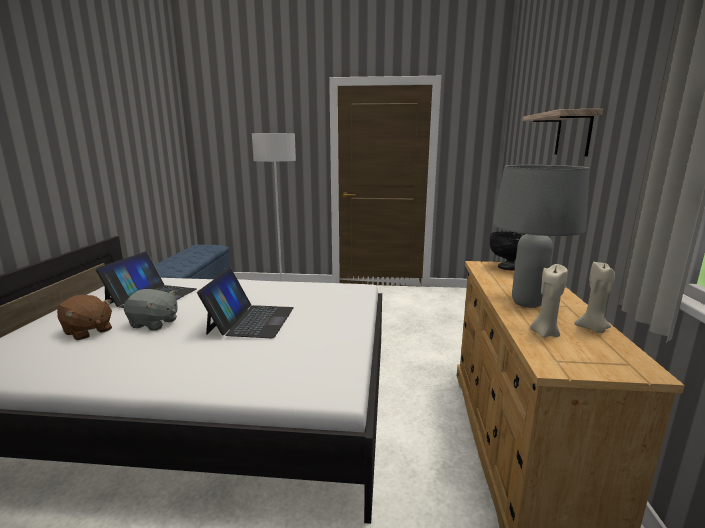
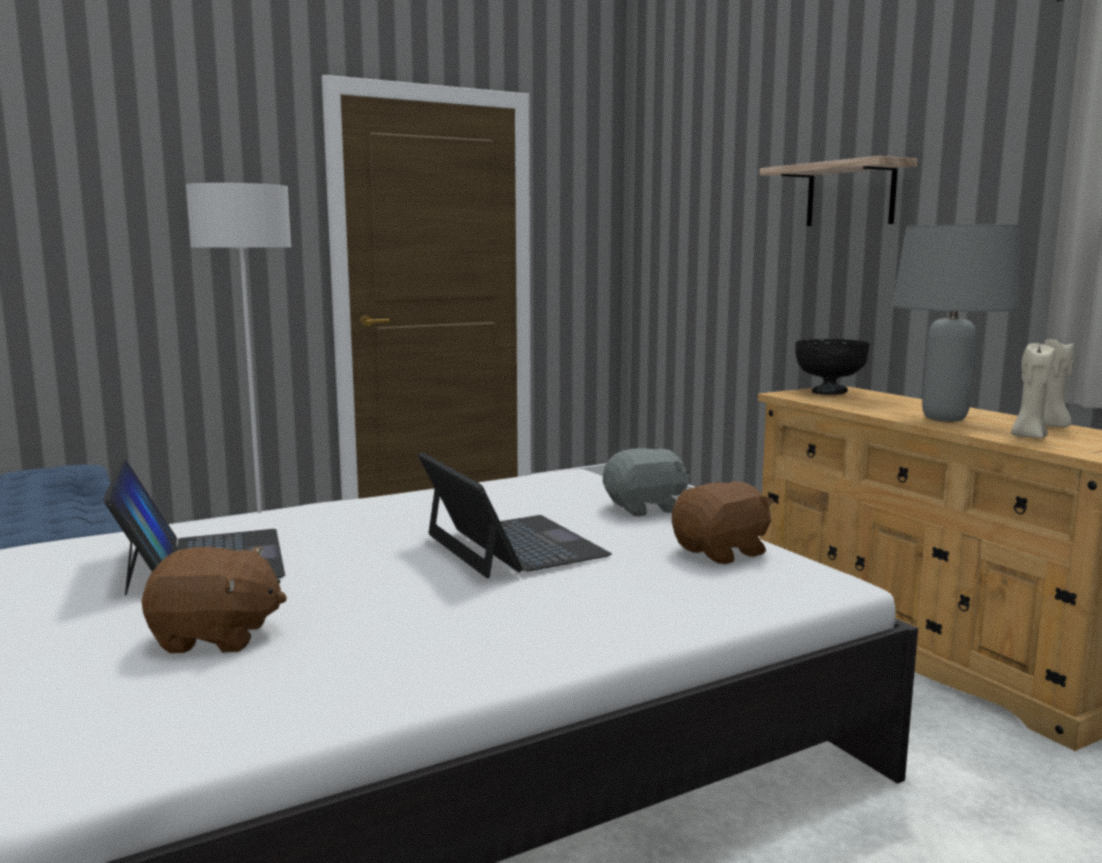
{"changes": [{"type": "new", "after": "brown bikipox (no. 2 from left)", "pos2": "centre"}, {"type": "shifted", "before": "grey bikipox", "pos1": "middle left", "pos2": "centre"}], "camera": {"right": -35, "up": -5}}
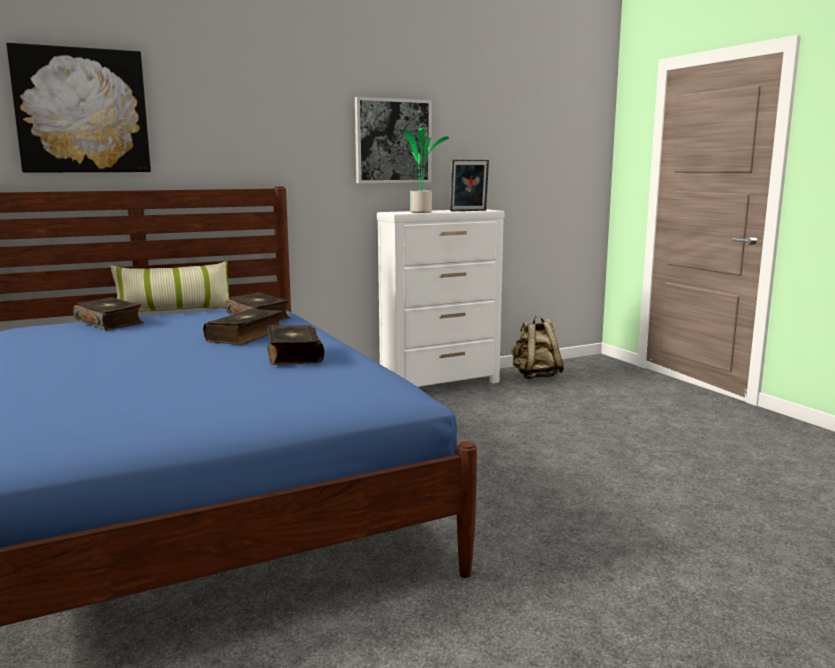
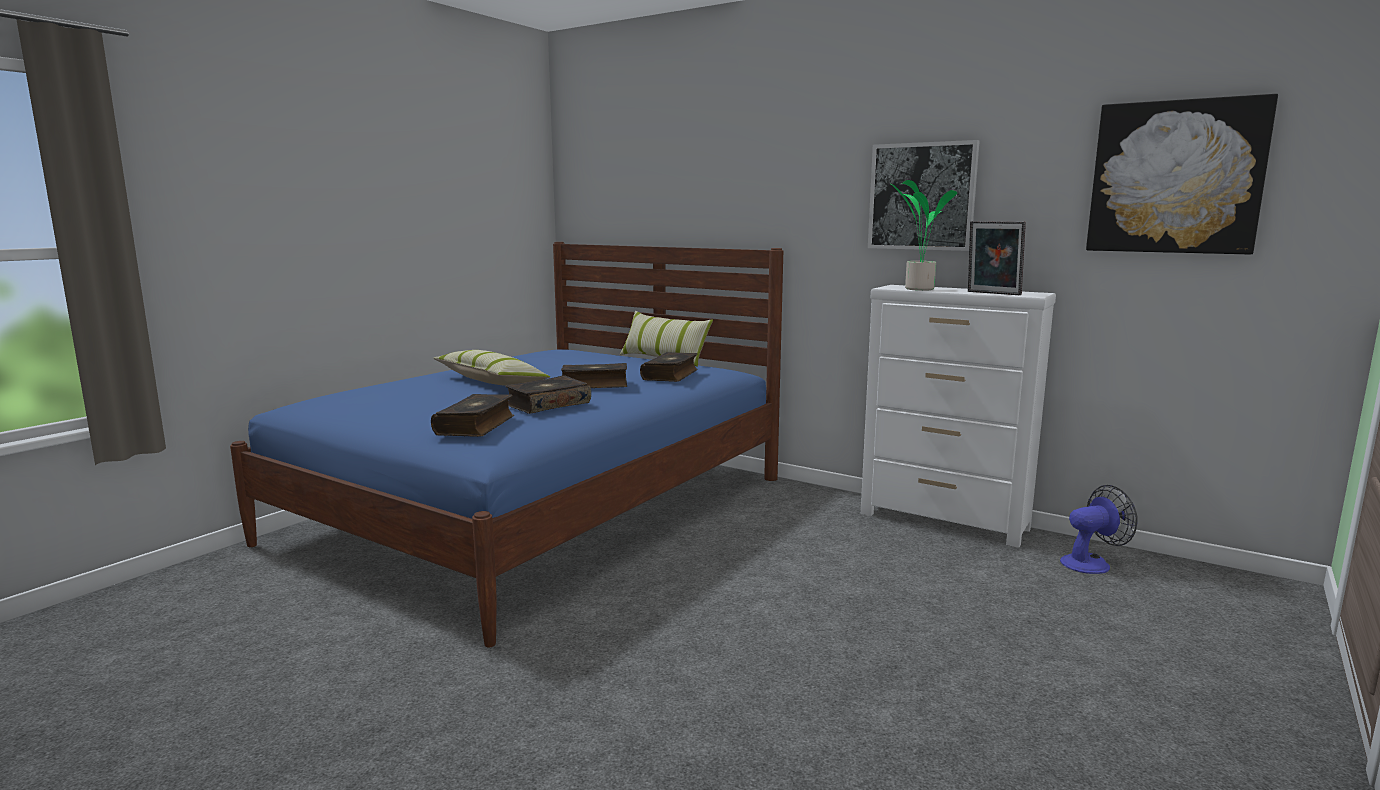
{"changes": [{"type": "new", "after": "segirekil (no. 1 from left)", "pos2": "centre"}, {"type": "shifted", "before": "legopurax (no. 1 from left in the first image)", "after": "legopurax (no. 2 from left)", "pos1": "top left", "pos2": "top right"}, {"type": "shifted", "before": "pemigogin (no. 1 from left)", "pos1": "middle left", "pos2": "centre"}, {"type": "swapped", "before": "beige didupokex", "after": "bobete", "pos1": "centre", "pos2": "bottom right"}], "camera": {"right": 60, "up": 0}}
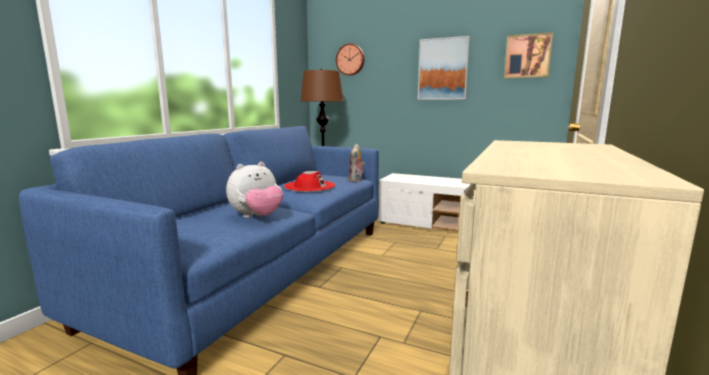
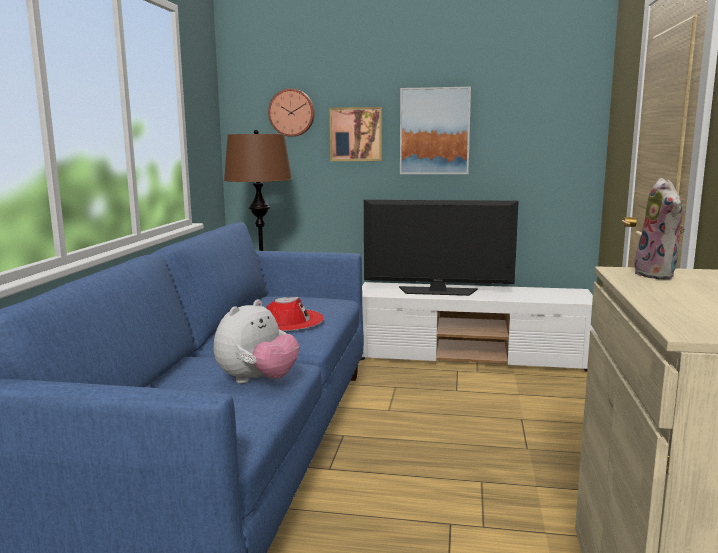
{"changes": [{"type": "new", "after": "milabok", "pos2": "centre"}, {"type": "shifted", "before": "bikipox (no. 2 from left)", "pos1": "centre", "pos2": "middle right"}, {"type": "shifted", "before": "legopurax (no. 2 from left in the first image)", "after": "legopurax (no. 1 from left)", "pos1": "top right", "pos2": "top centre"}], "camera": {"right": -15, "up": 0}}
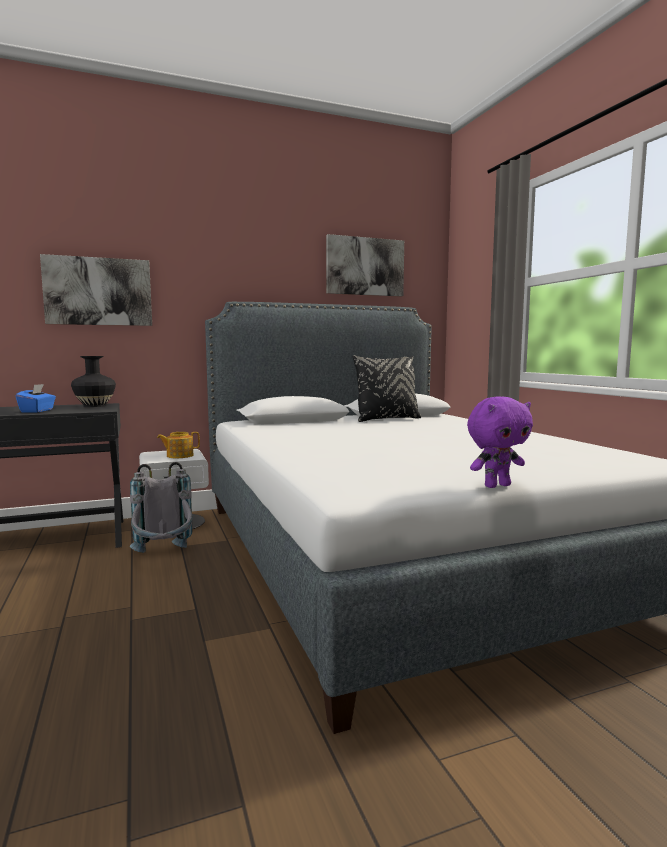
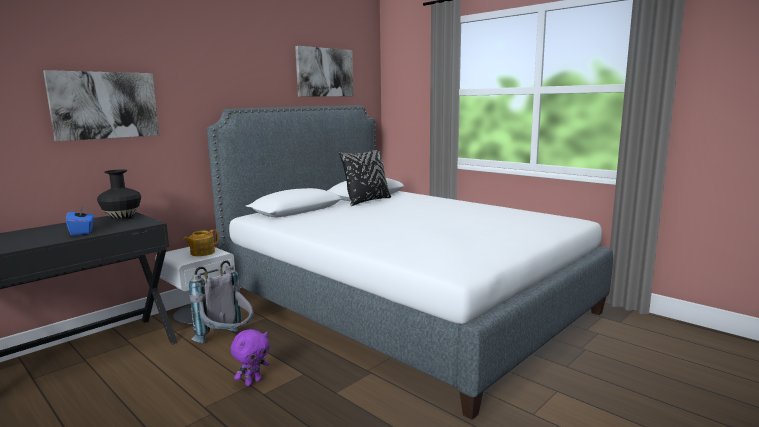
{"changes": [{"type": "shifted", "before": "purple bikipox", "pos1": "middle right", "pos2": "bottom left"}], "camera": {"right": -25, "up": 5}}
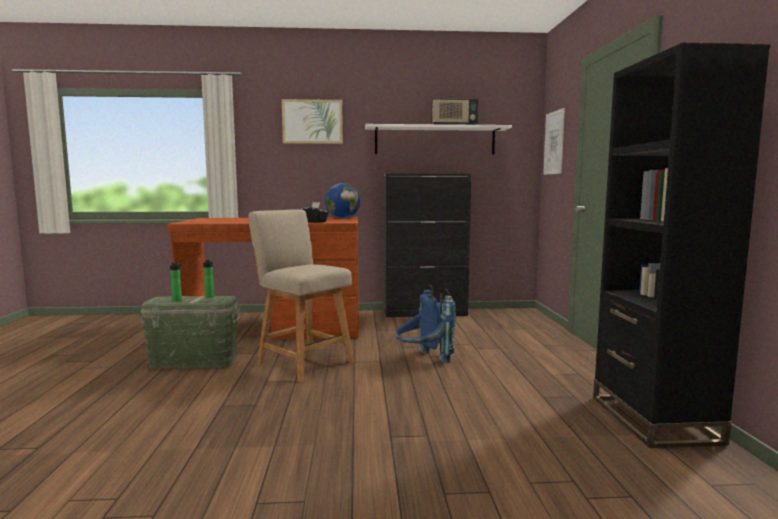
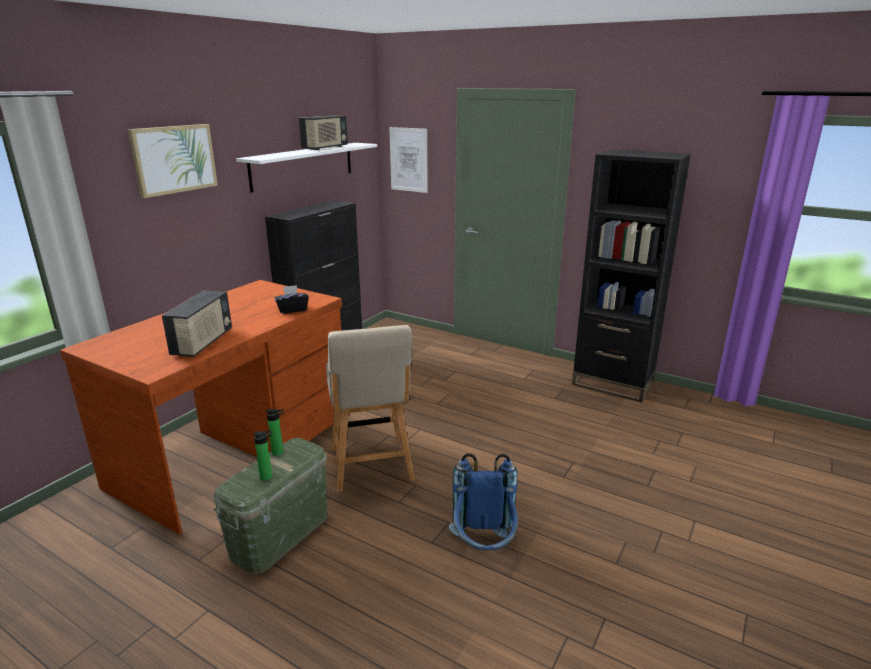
{"changes": [{"type": "gone", "before": "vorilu", "pos1": "centre"}, {"type": "new", "after": "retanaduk (no. 1 from left)", "pos2": "middle left"}, {"type": "shifted", "before": "blue didupokex", "pos1": "centre", "pos2": "bottom centre"}, {"type": "rotated", "before": "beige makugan", "pos1": "centre", "pos2": "centre", "turn": -90}], "camera": {"right": -55, "up": 15}}
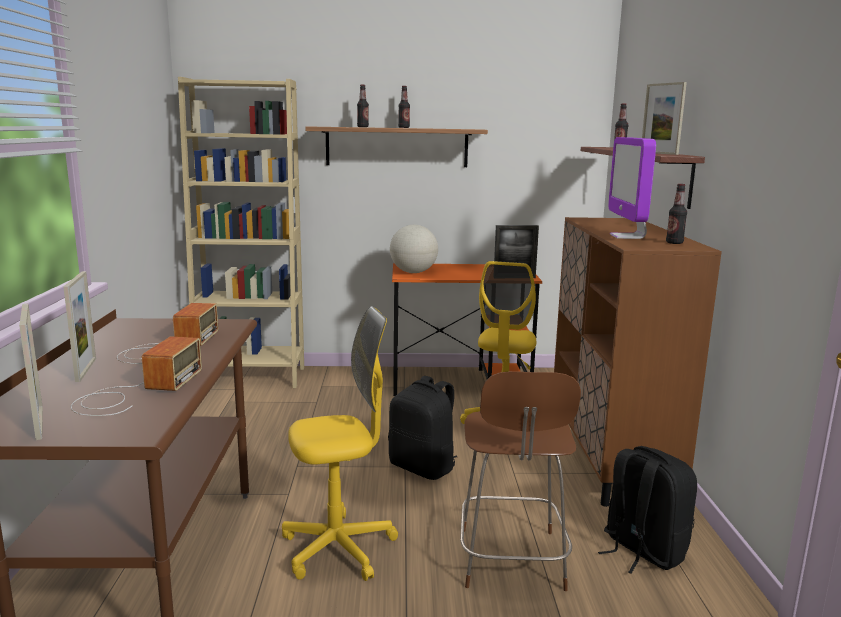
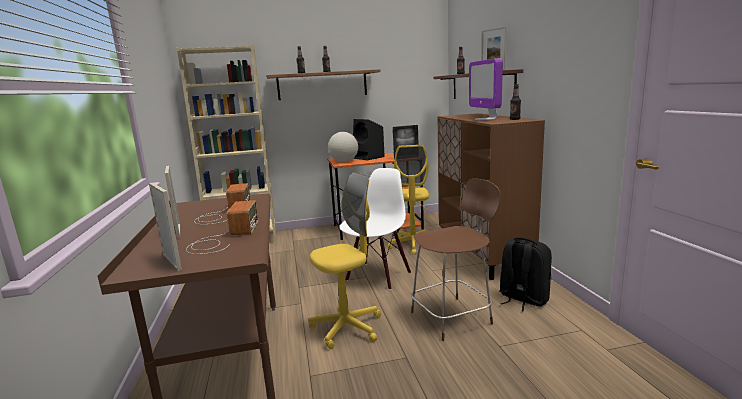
{"changes": [{"type": "new", "after": "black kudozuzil", "pos2": "centre"}, {"type": "swapped", "before": "black didupokex (no. 1 from left)", "after": "white makugan", "pos1": "bottom centre", "pos2": "centre"}, {"type": "rotated", "before": "brown makugan", "pos1": "bottom centre", "pos2": "centre", "turn": -105}], "camera": {"right": -10, "up": 0}}
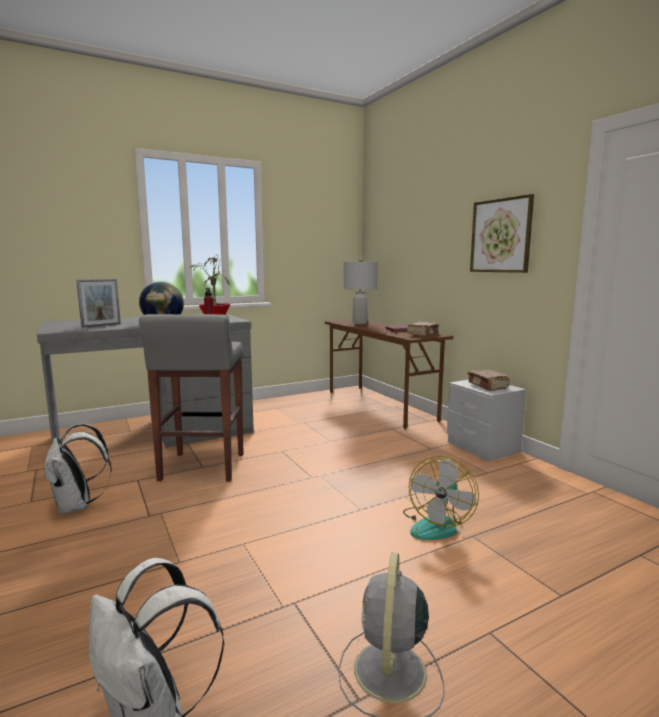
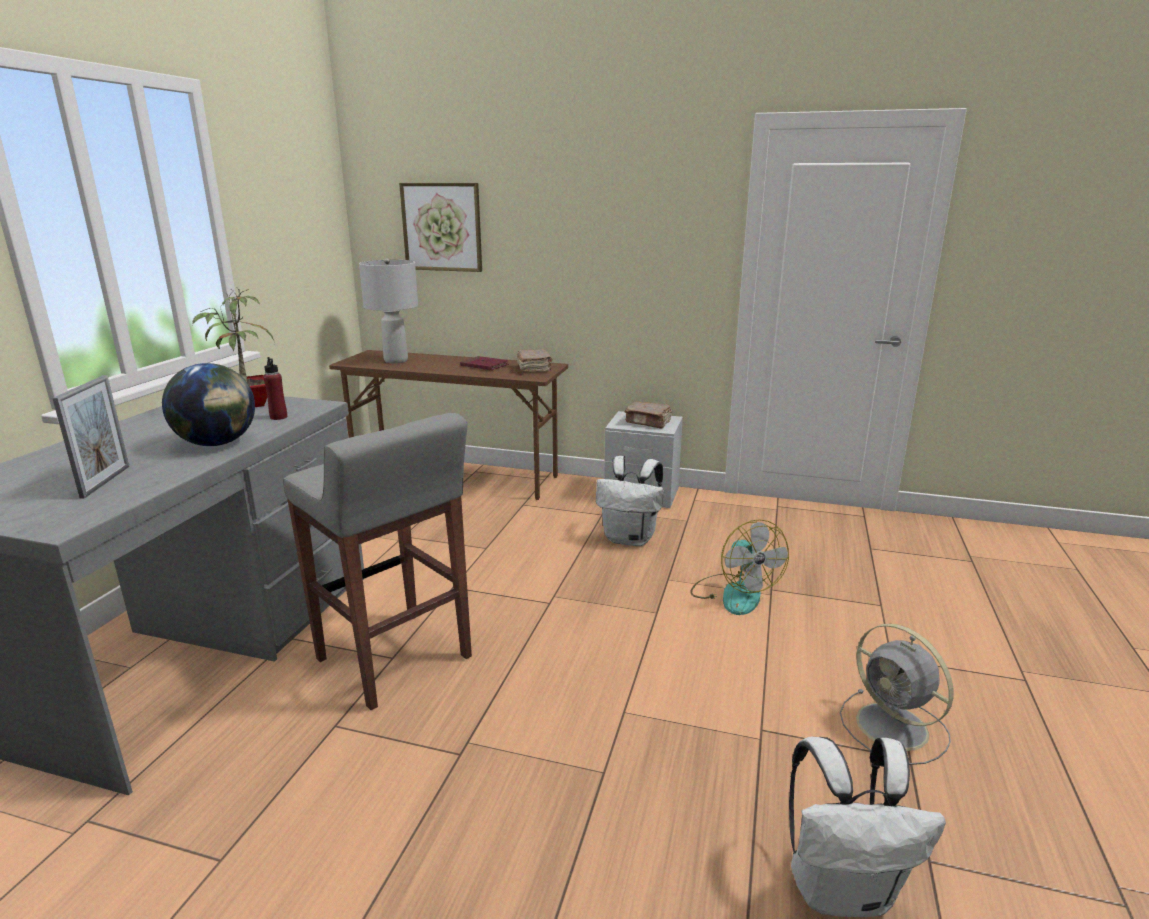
{"changes": [{"type": "shifted", "before": "white didupokex (no. 1 from left)", "pos1": "middle left", "pos2": "centre"}, {"type": "shifted", "before": "legopurax", "pos1": "top right", "pos2": "top centre"}], "camera": {"right": -45, "up": 10}}
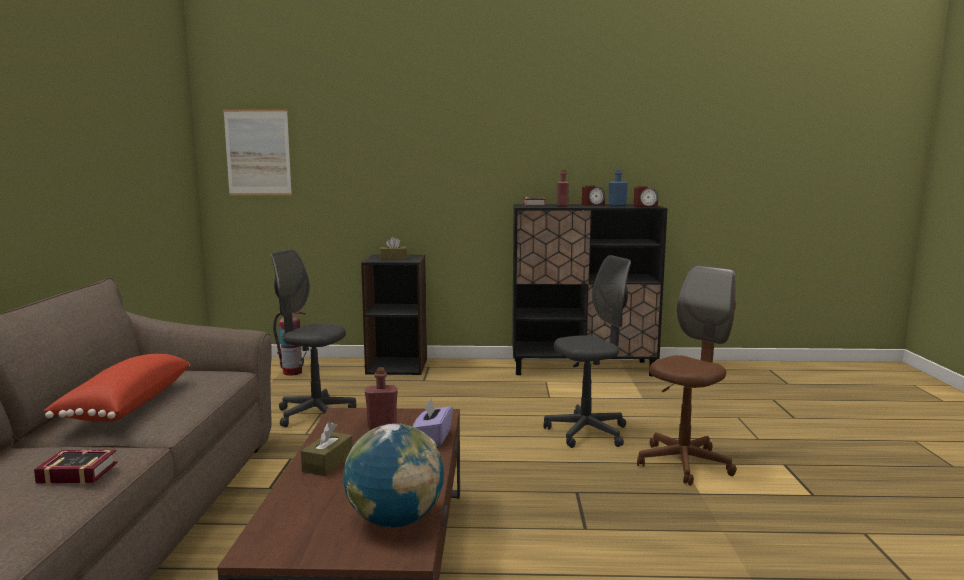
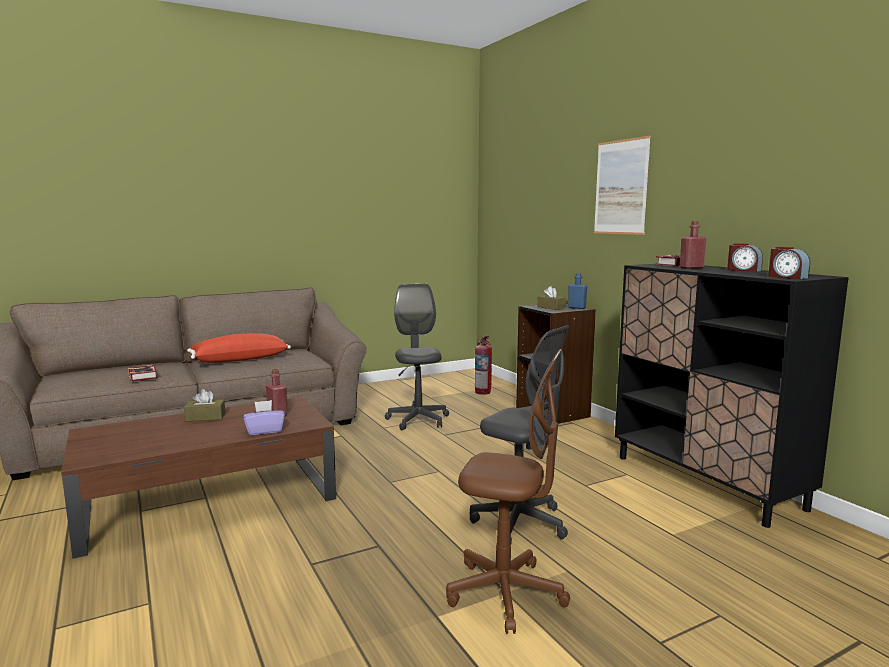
{"changes": [{"type": "gone", "before": "vorilu", "pos1": "bottom centre"}, {"type": "shifted", "before": "legopurax", "pos1": "top left", "pos2": "top right"}, {"type": "shifted", "before": "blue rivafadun", "pos1": "top centre", "pos2": "centre"}], "camera": {"right": 60, "up": 0}}
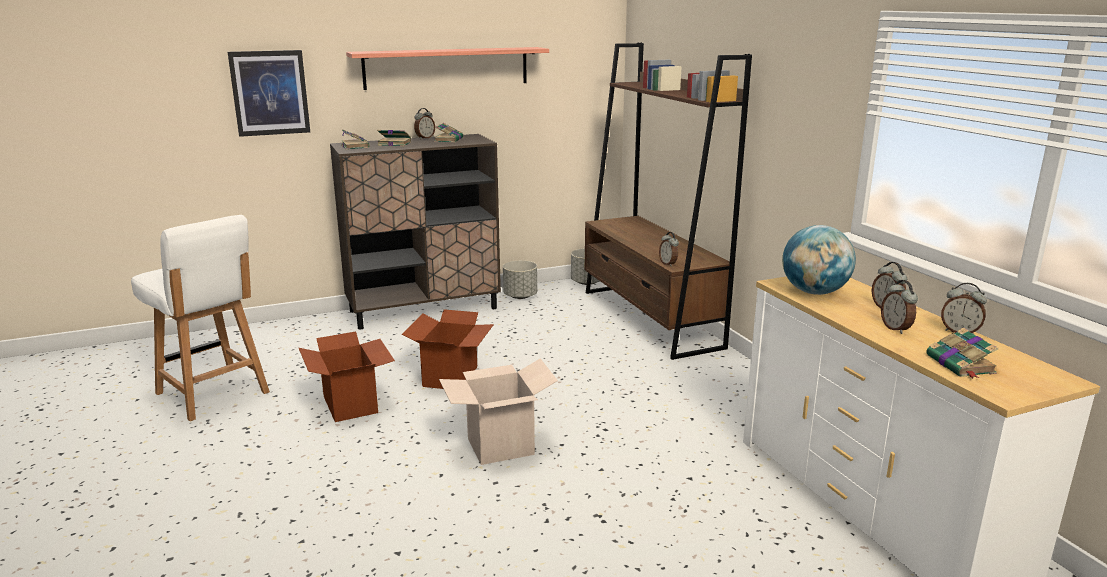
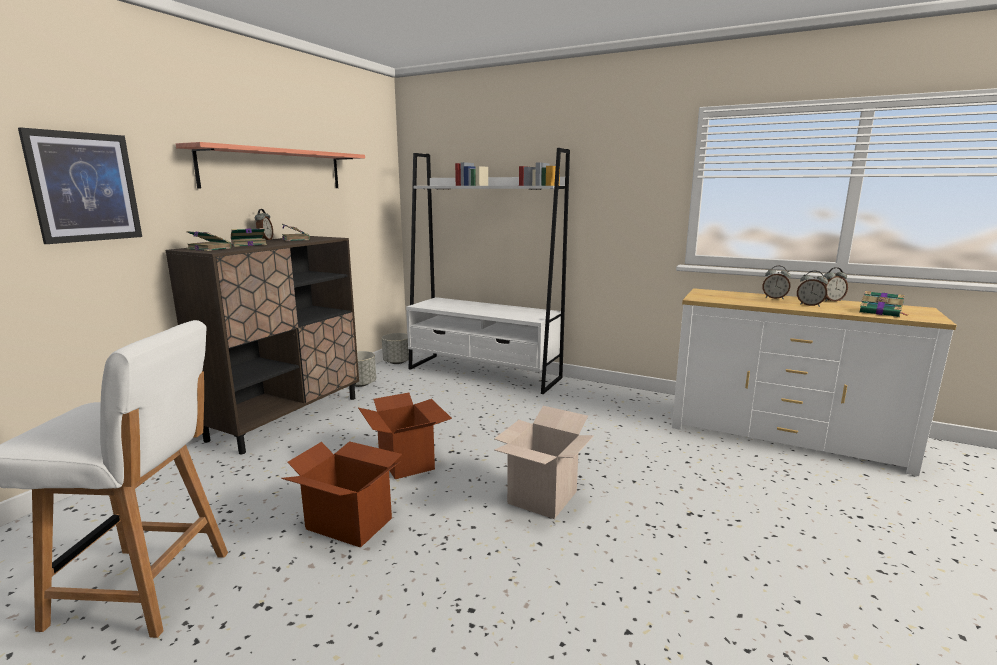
{"changes": [{"type": "gone", "before": "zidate (no. 2 from left)", "pos1": "centre"}, {"type": "gone", "before": "vorilu", "pos1": "middle right"}, {"type": "repainted", "before": "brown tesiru", "after": "white tesiru", "pos1": "centre", "pos2": "centre"}], "camera": {"right": -40, "up": -5}}
